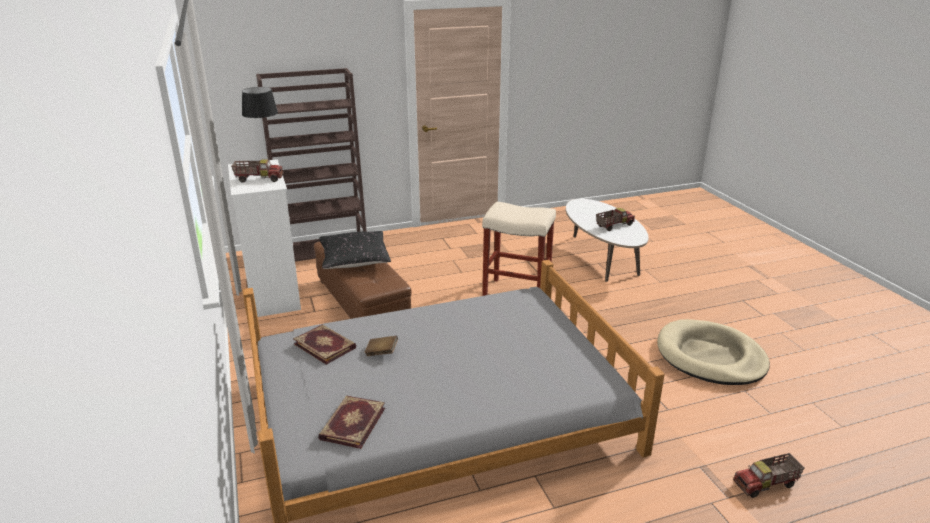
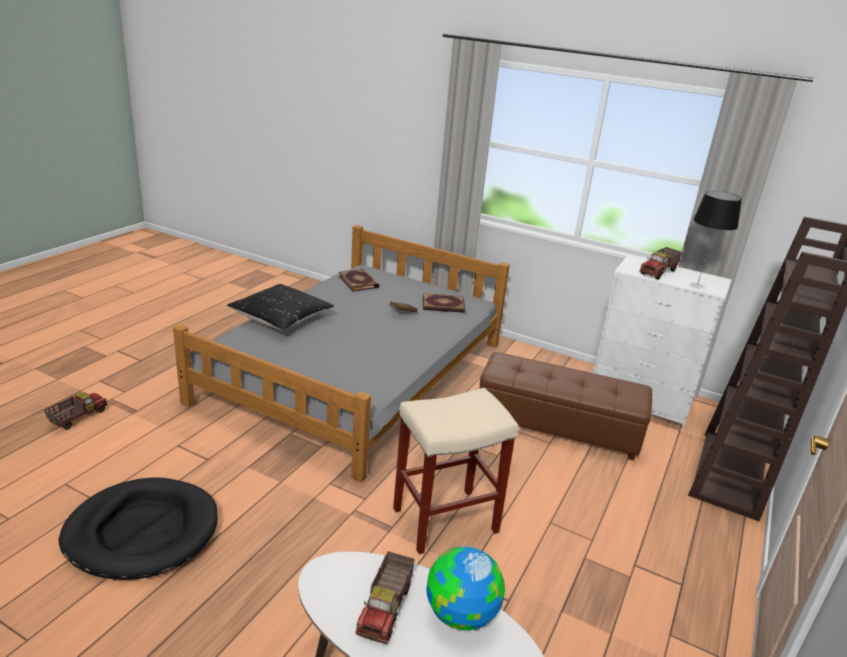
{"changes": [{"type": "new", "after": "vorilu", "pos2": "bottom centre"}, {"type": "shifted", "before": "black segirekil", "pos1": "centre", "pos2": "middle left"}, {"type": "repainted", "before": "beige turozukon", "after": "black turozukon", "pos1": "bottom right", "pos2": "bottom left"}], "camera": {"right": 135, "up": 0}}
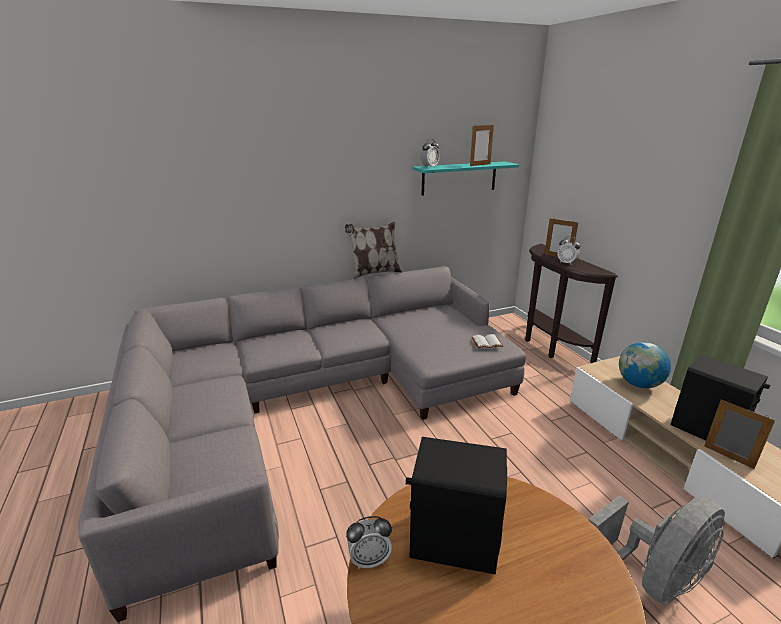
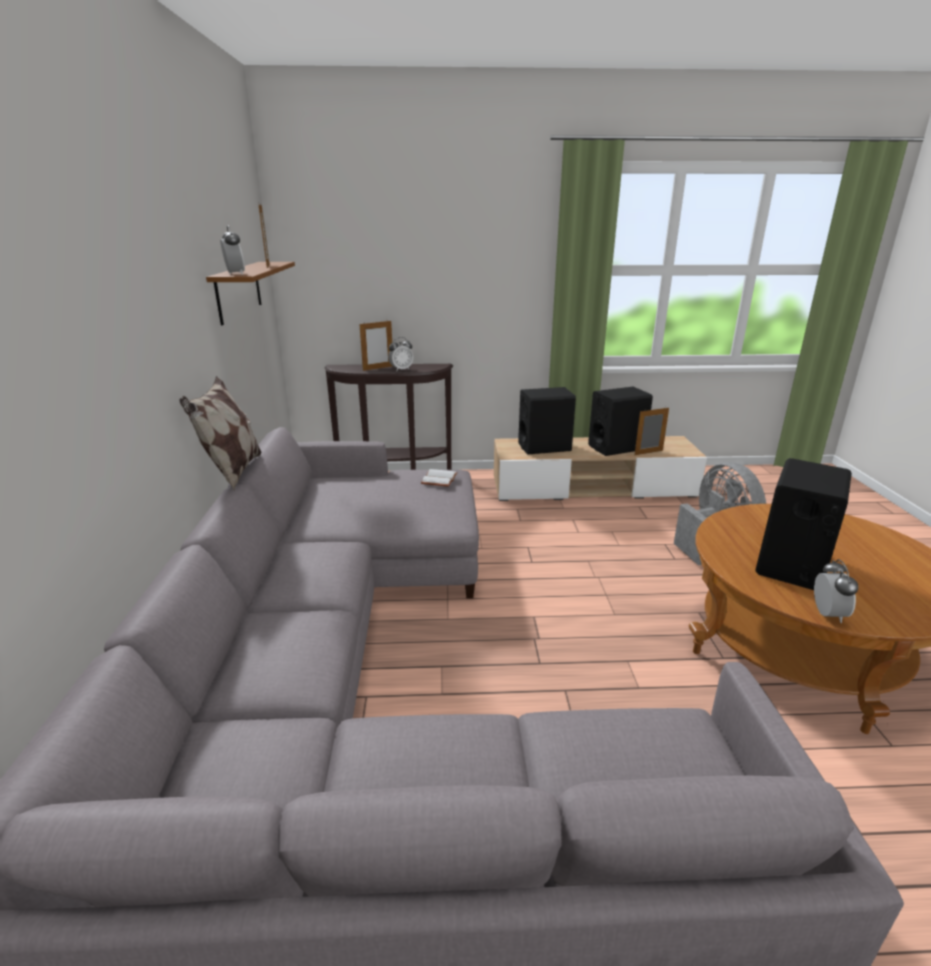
{"changes": [{"type": "swapped", "before": "vorilu", "after": "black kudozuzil (no. 1 from left)", "pos1": "middle right", "pos2": "centre"}, {"type": "repainted", "before": "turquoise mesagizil", "after": "brown mesagizil", "pos1": "top centre", "pos2": "top left"}], "camera": {"right": -70, "up": 0}}
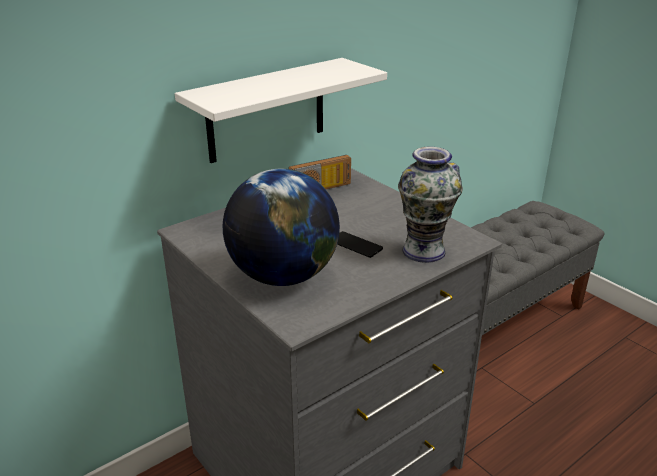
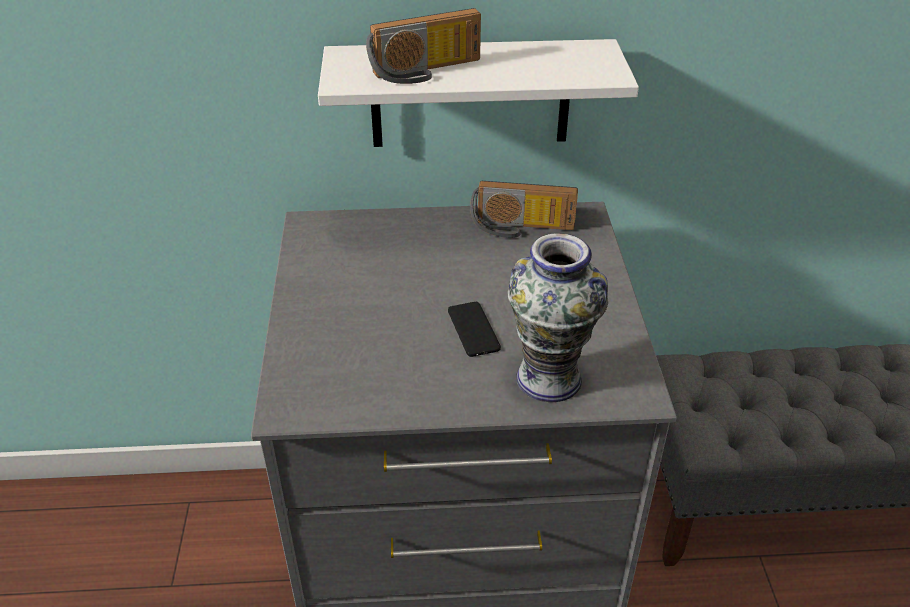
{"changes": [{"type": "gone", "before": "vorilu", "pos1": "centre"}, {"type": "new", "after": "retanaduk (no. 1 from left)", "pos2": "top centre"}], "camera": {"right": 35, "up": 10}}
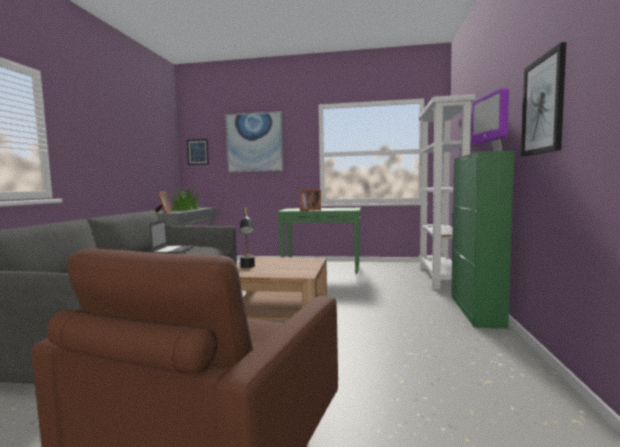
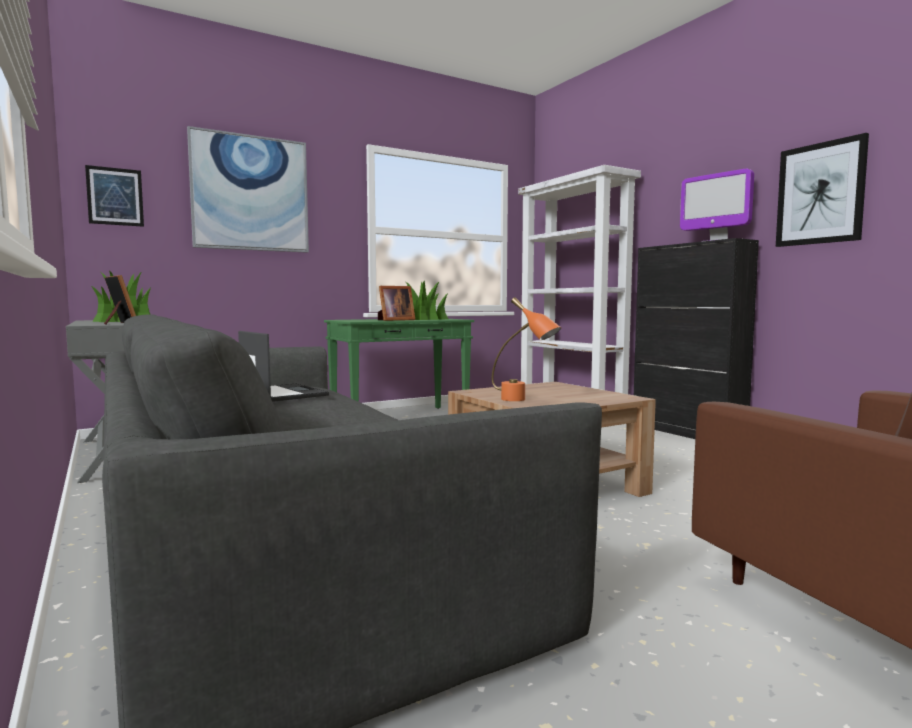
{"changes": [{"type": "new", "after": "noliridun (no. 2 from left)", "pos2": "centre"}, {"type": "repainted", "before": "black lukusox", "after": "orange lukusox", "pos1": "centre", "pos2": "centre"}, {"type": "repainted", "before": "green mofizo", "after": "black mofizo", "pos1": "middle right", "pos2": "middle right"}], "camera": {"right": -40, "up": 0}}
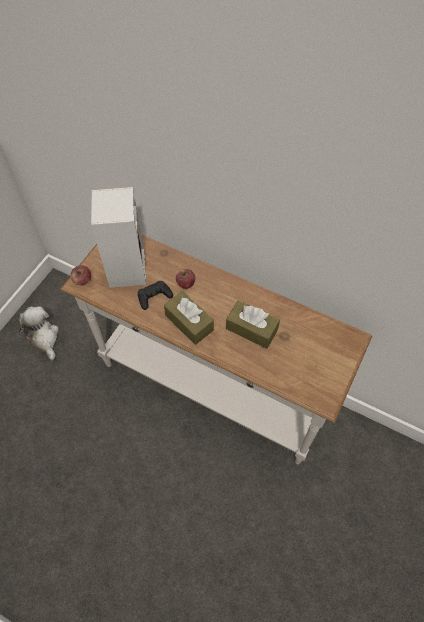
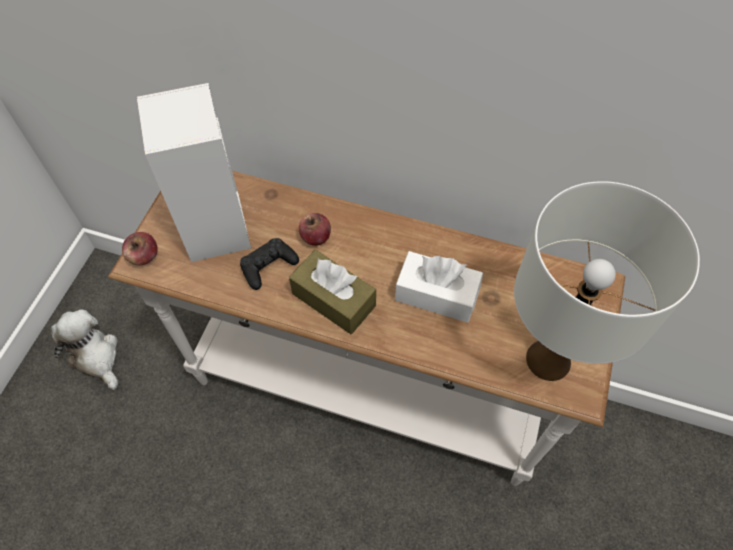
{"changes": [{"type": "new", "after": "white lukusox", "pos2": "middle right"}, {"type": "repainted", "before": "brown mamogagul (no. 2 from left)", "after": "white mamogagul", "pos1": "centre", "pos2": "centre"}], "camera": {"right": -10, "up": 0}}
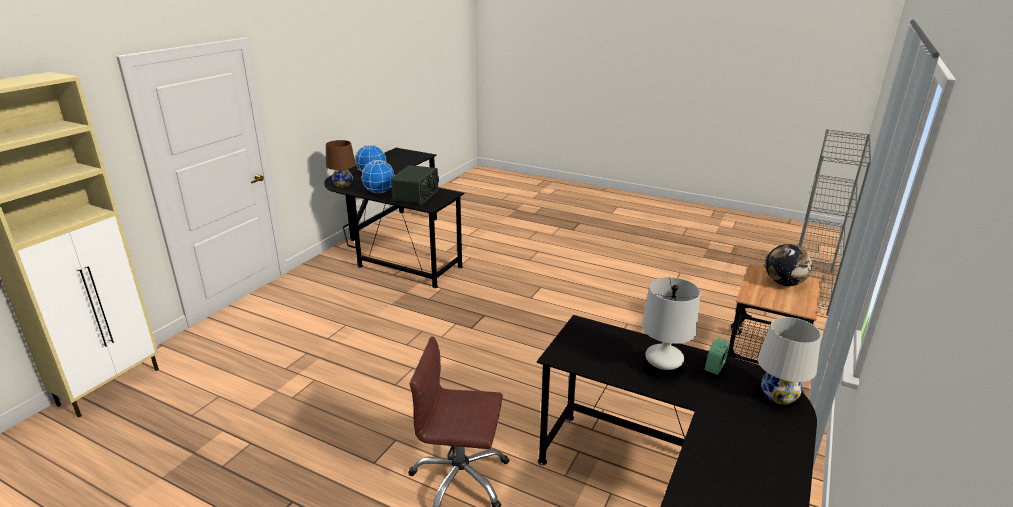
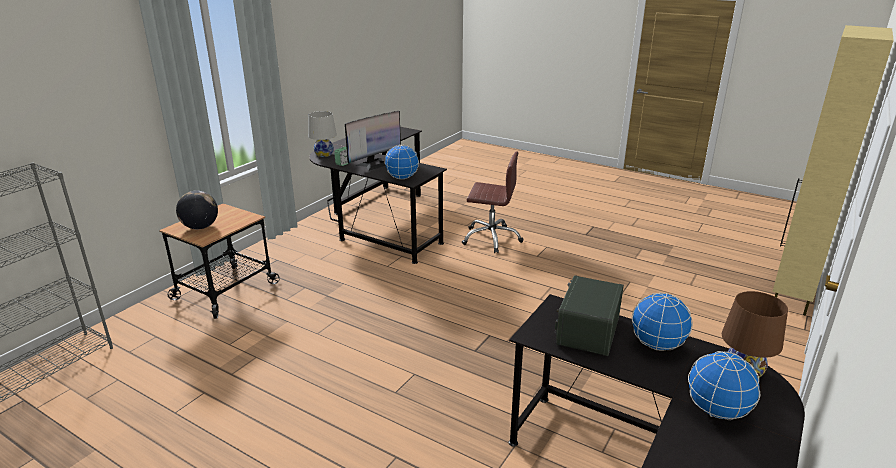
{"changes": [{"type": "new", "after": "vorilu (no. 2 from left)", "pos2": "centre"}, {"type": "swapped", "before": "white lukusox (no. 1 from left)", "after": "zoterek", "pos1": "centre", "pos2": "top centre"}], "camera": {"right": -175, "up": 0}}
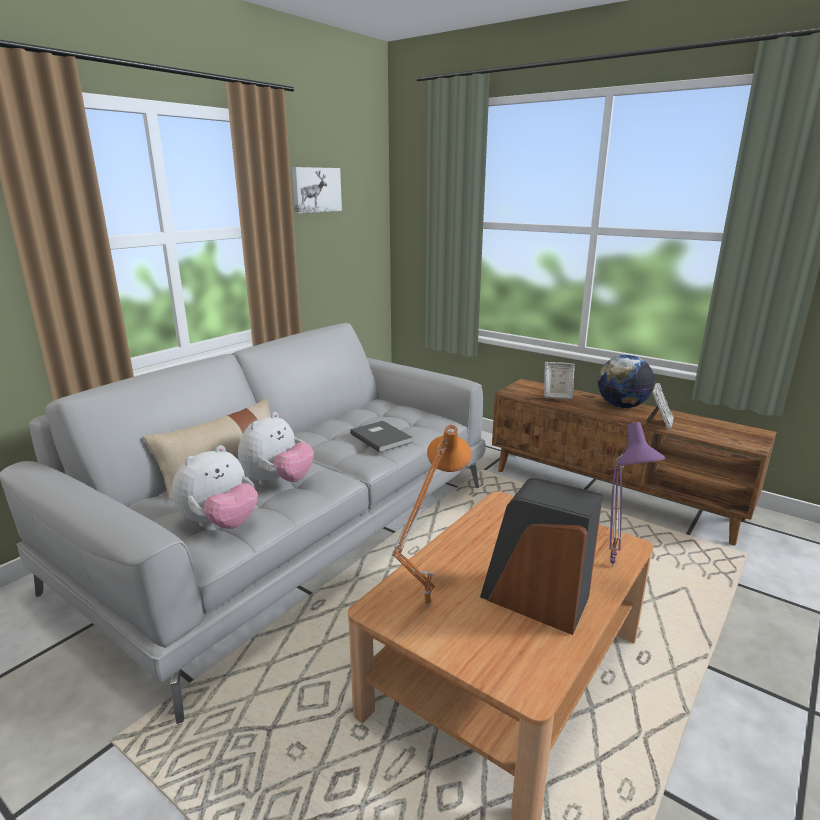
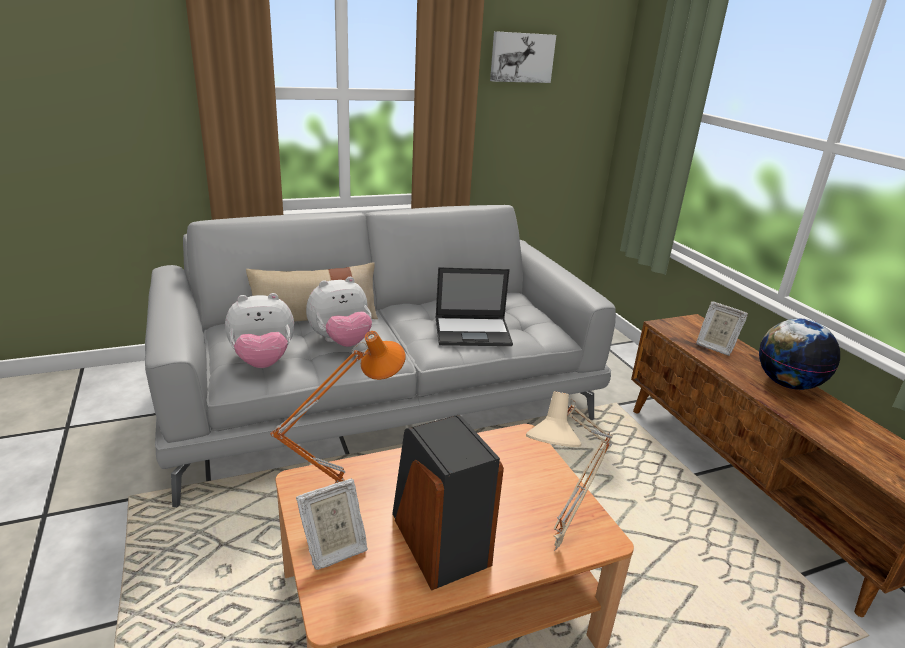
{"changes": [{"type": "shifted", "before": "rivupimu (no. 2 from left in the first image)", "after": "rivupimu (no. 1 from left)", "pos1": "middle right", "pos2": "bottom centre"}, {"type": "swapped", "before": "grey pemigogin", "after": "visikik", "pos1": "centre", "pos2": "centre"}, {"type": "repainted", "before": "purple lukusox", "after": "beige lukusox", "pos1": "middle right", "pos2": "bottom centre"}], "camera": {"right": 30, "up": 5}}
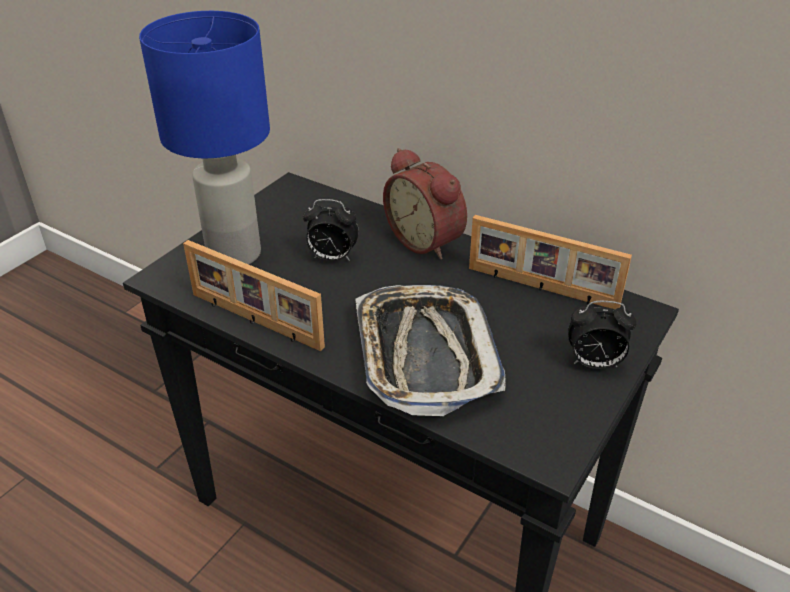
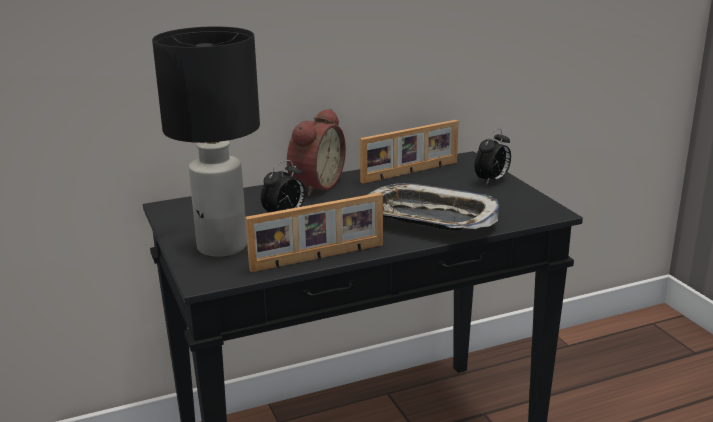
{"changes": [{"type": "repainted", "before": "blue lukusox", "after": "black lukusox", "pos1": "top left", "pos2": "middle left"}, {"type": "rotated", "before": "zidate (no. 2 from left)", "pos1": "centre", "pos2": "centre", "turn": -60}], "camera": {"right": -55, "up": -15}}
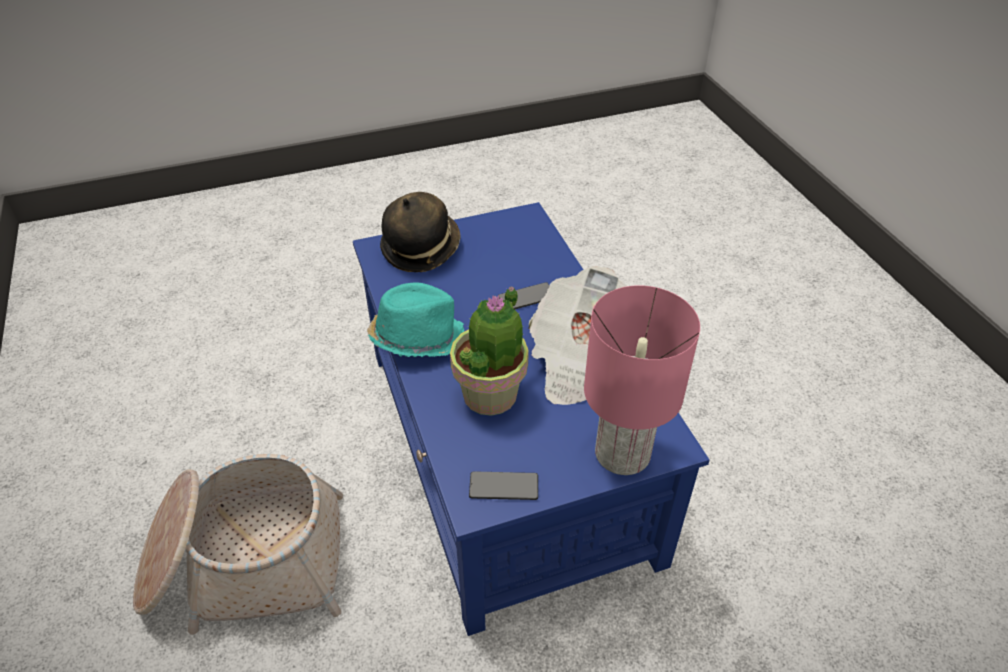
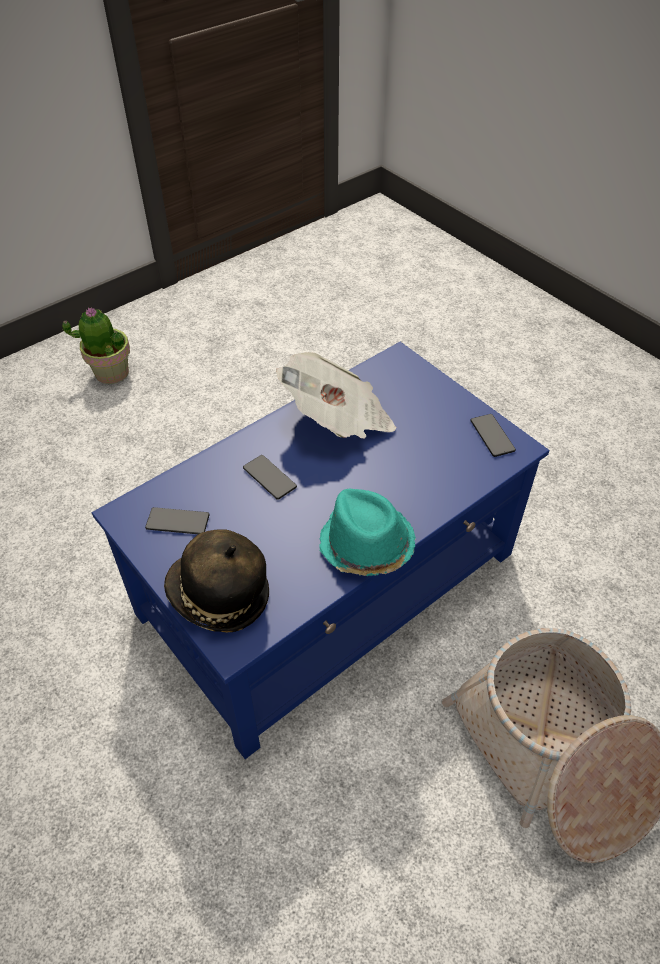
{"changes": [{"type": "gone", "before": "pink lukusox", "pos1": "centre"}, {"type": "new", "after": "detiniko (no. 1 from left)", "pos2": "middle left"}, {"type": "shifted", "before": "noliridun", "pos1": "centre", "pos2": "middle left"}], "camera": {"right": -110, "up": 5}}
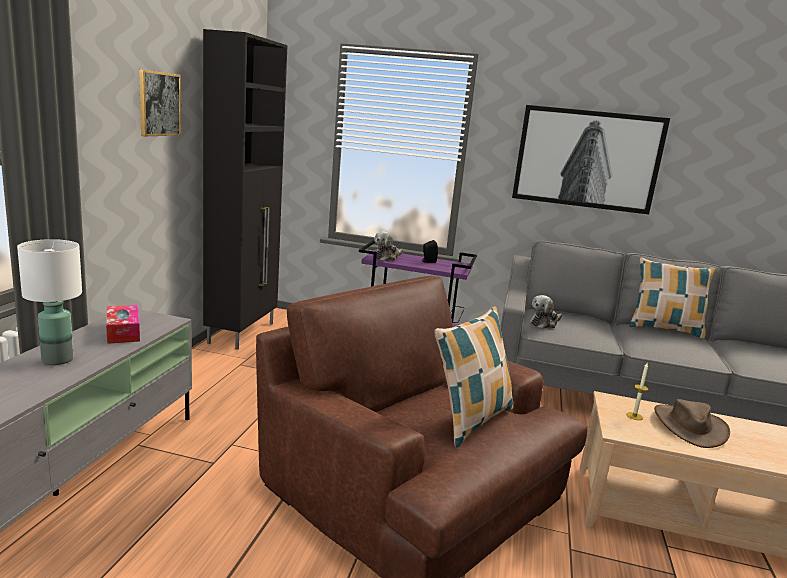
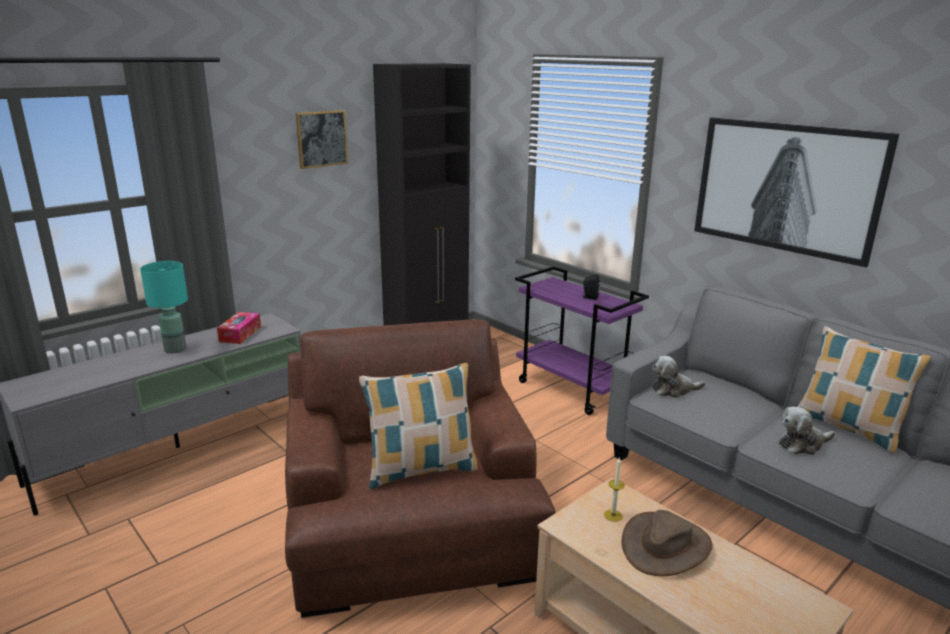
{"changes": [{"type": "shifted", "before": "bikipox (no. 1 from left in the first image)", "after": "bikipox (no. 2 from left)", "pos1": "centre", "pos2": "bottom right"}, {"type": "repainted", "before": "white lukusox", "after": "turquoise lukusox", "pos1": "middle left", "pos2": "middle left"}], "camera": {"right": 35, "up": 5}}
